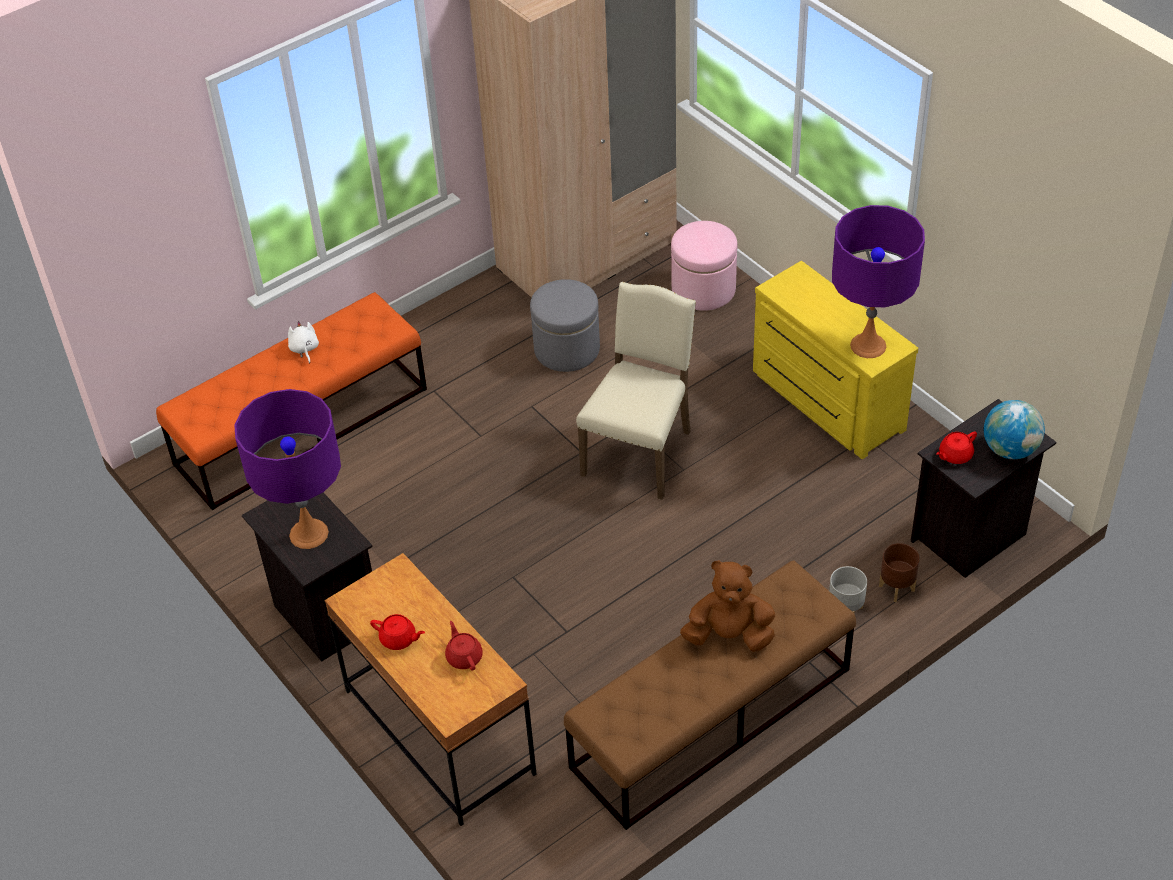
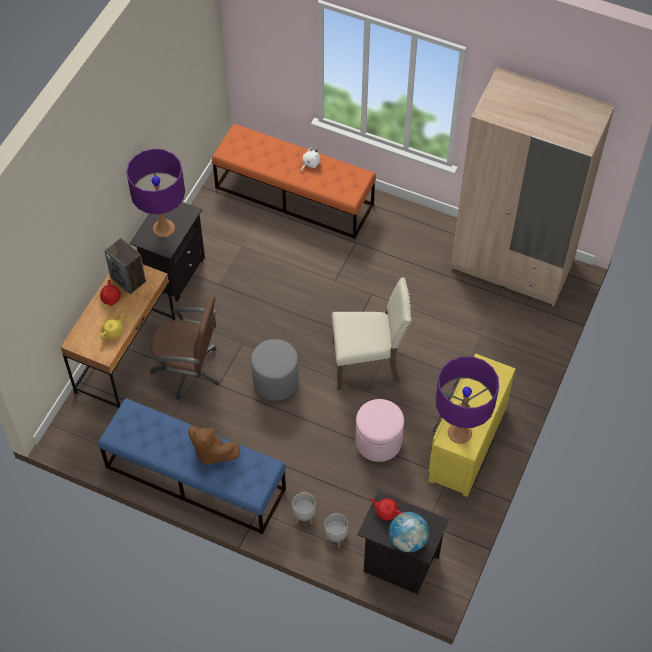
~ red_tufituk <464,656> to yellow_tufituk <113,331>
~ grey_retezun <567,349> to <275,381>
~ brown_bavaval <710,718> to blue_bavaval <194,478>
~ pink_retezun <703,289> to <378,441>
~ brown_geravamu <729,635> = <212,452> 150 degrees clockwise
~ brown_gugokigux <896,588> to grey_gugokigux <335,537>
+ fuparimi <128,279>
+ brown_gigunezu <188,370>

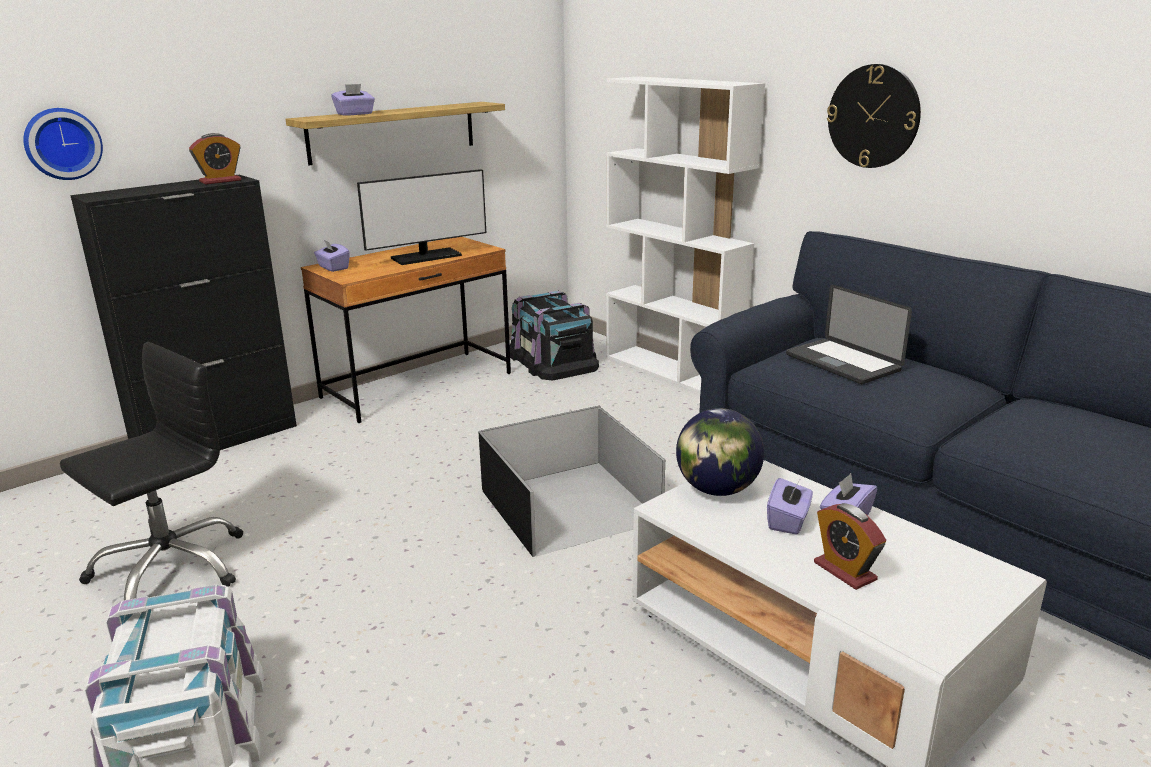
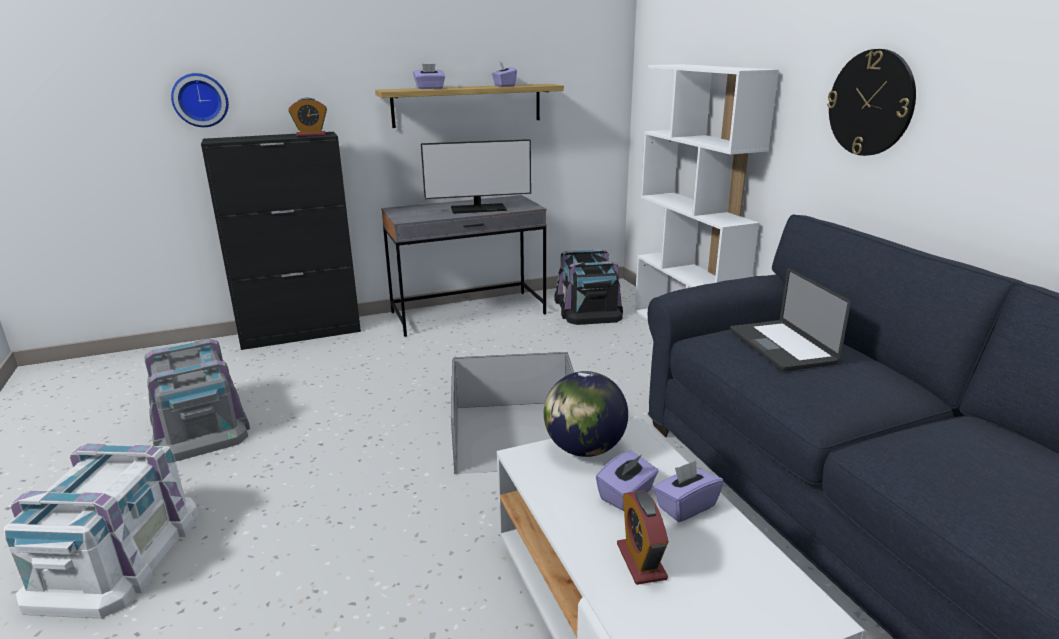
~ black_gigunezu <169,568> to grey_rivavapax <200,424>
~ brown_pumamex <418,385> to grey_pumamex <468,313>
~ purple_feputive <333,268> to <504,86>

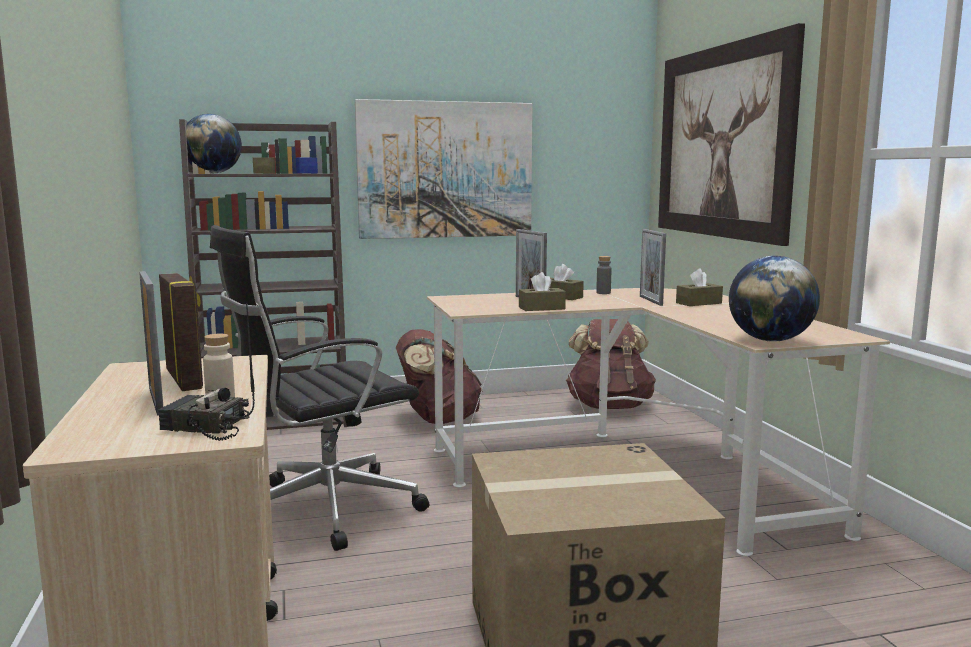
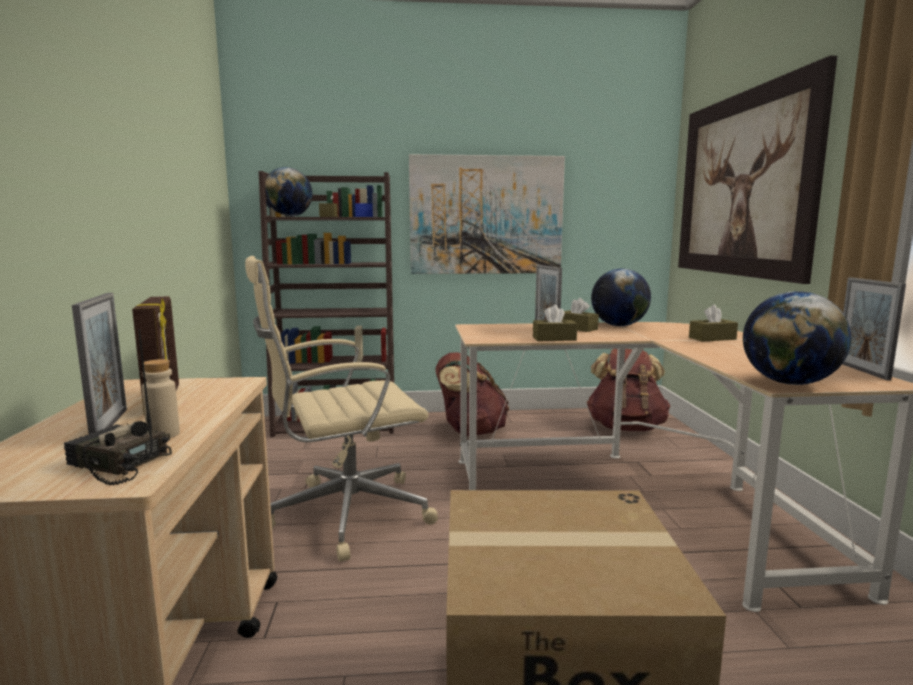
~ black_gigunezu <323,509> to beige_gigunezu <344,514>
~ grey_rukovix <603,293> to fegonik <619,325>
~ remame <650,300> to <862,370>

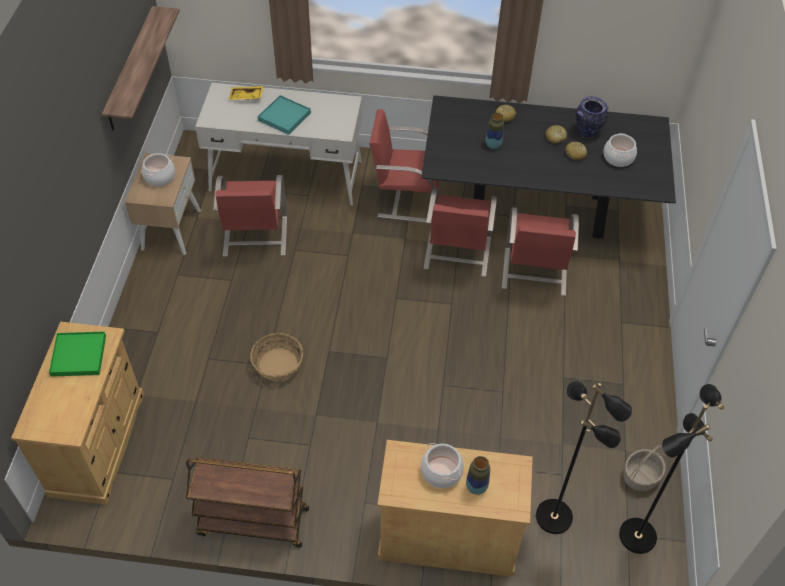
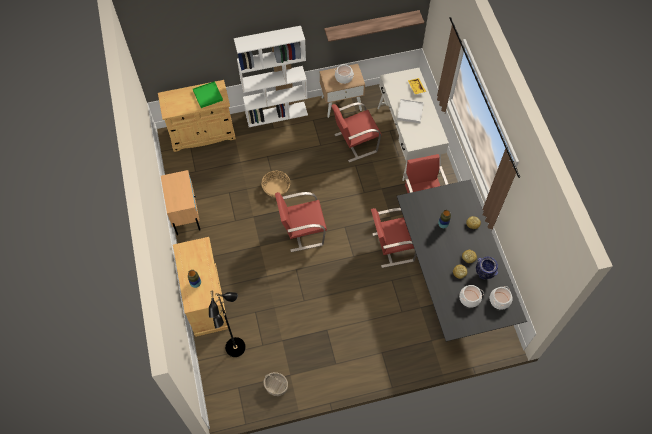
~ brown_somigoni <252,522> to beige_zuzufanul <185,212>
~ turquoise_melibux <284,117> to white_melibux <410,112>
~ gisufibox <441,471> to <499,300>
~ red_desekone <534,272> to <302,231>
- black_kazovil <636,535>
+ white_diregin <277,114>

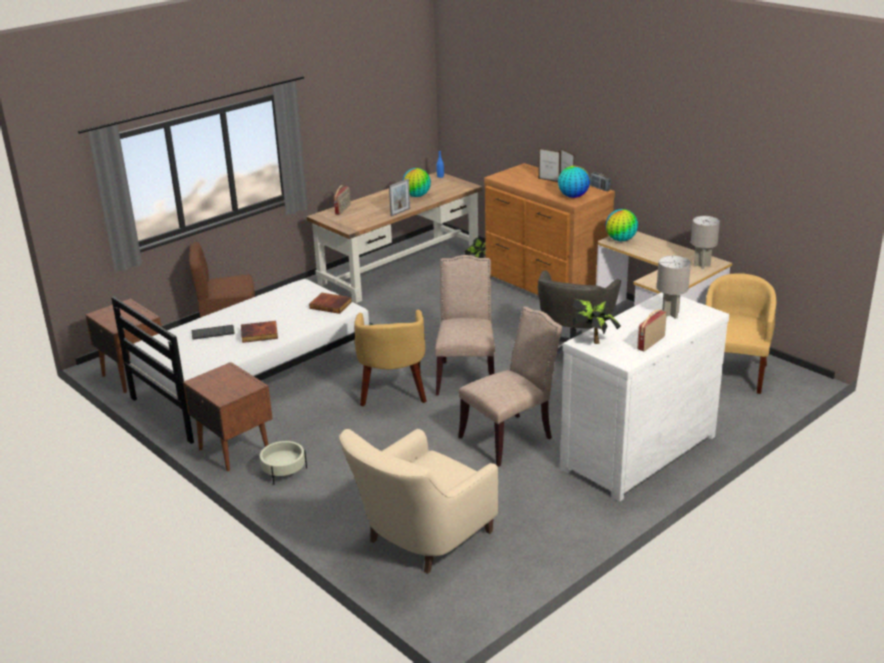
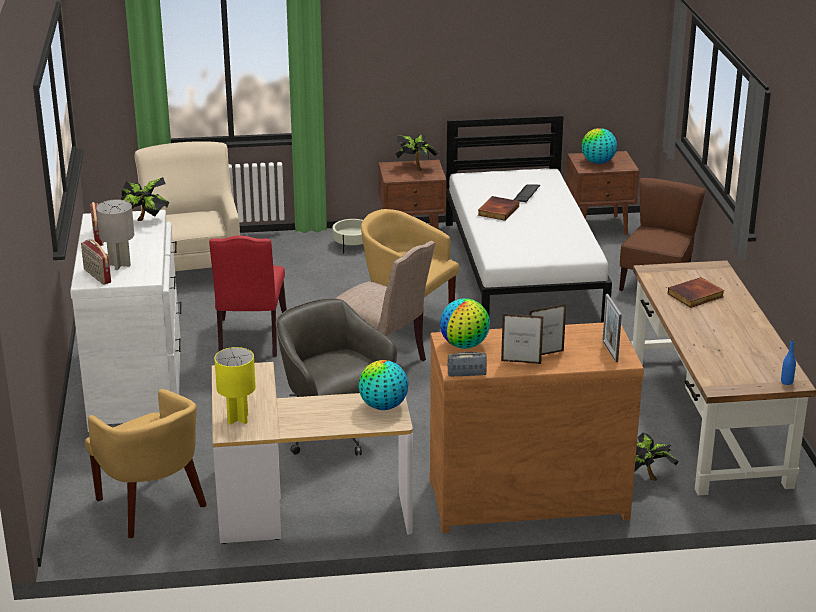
~ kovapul <331,305> to <696,296>
~ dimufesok <343,209> to <96,276>
~ remame <400,212> to <610,351>
~ fegonik <417,196> to <598,162>
~ beige_desekone <510,437> to red_desekone <251,340>
~ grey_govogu <702,265> to yellow_govogu <238,419>
+ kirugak <416,168>

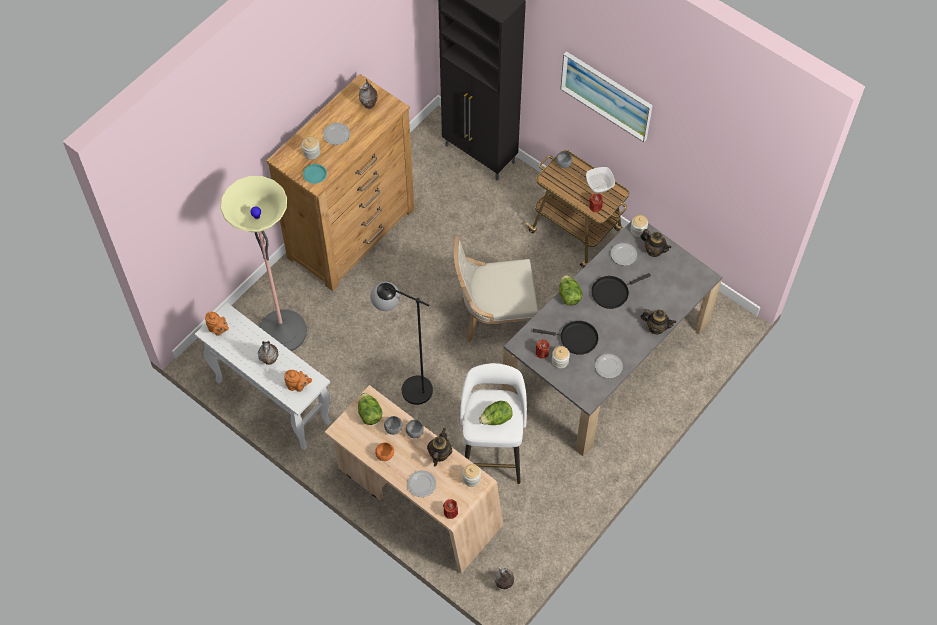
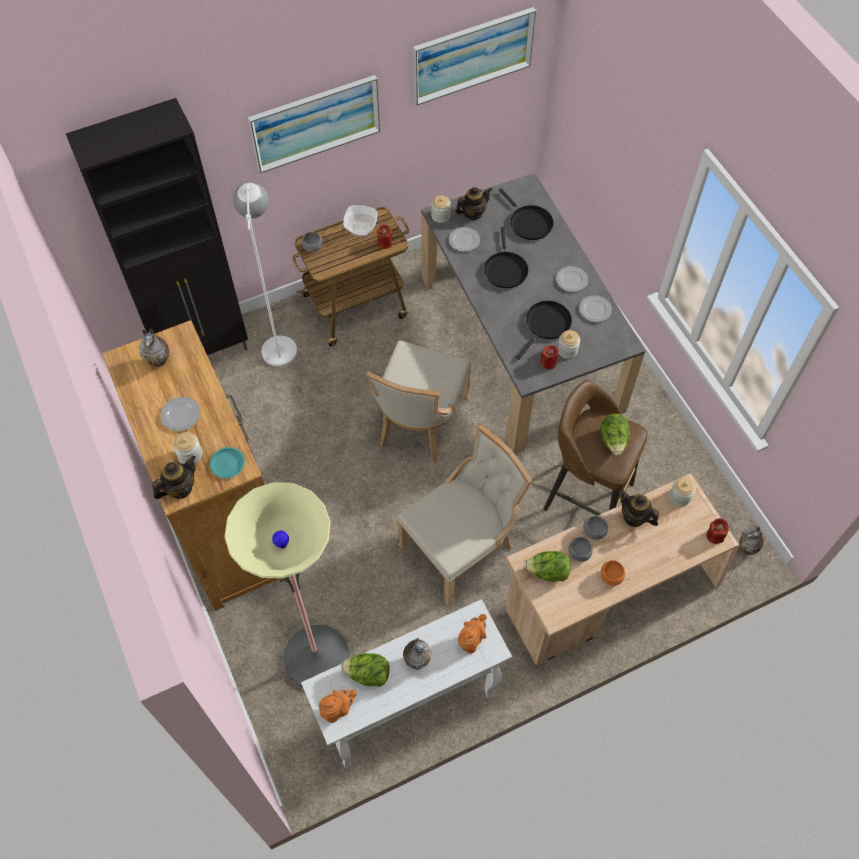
~ black_kazovil <407,386> to beige_desekone <461,547>
~ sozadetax <421,484> to <571,280>
~ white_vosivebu <492,453> to brown_vosivebu <585,495>
~ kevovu <569,296> to <368,674>
~ tufituk <656,327> to <180,488>
+ white_kazovil <278,341>
+ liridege <472,55>
+ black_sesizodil <529,223>

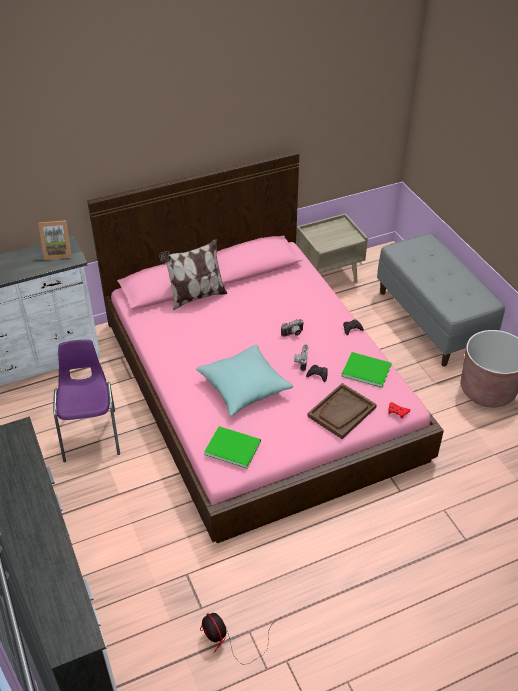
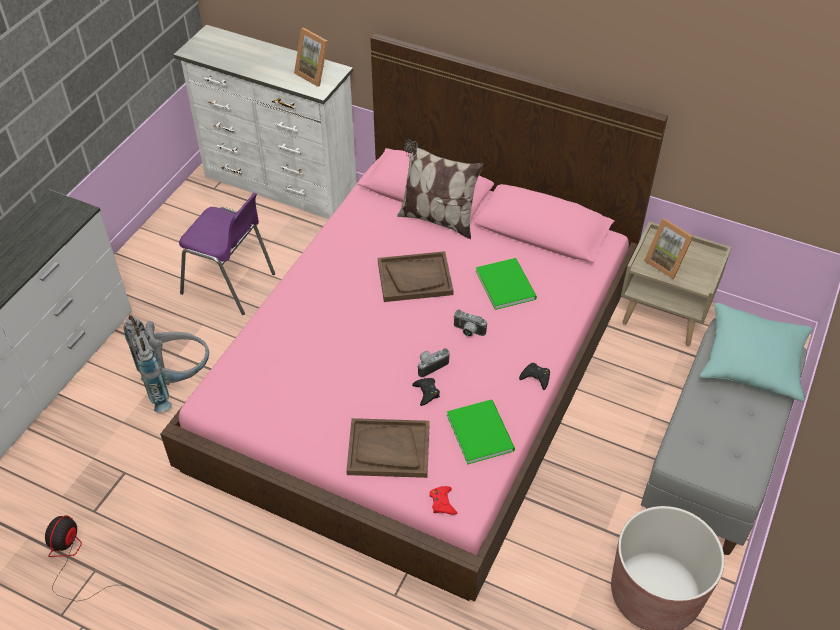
~ purple_desekone <91,434> = <230,284> 75 degrees clockwise
~ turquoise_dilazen <244,387> to <752,362>
~ green_kovapul <231,446> to <506,283>
+ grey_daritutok <177,382>
+ brown_melibux <415,278>
+ remame <666,263>

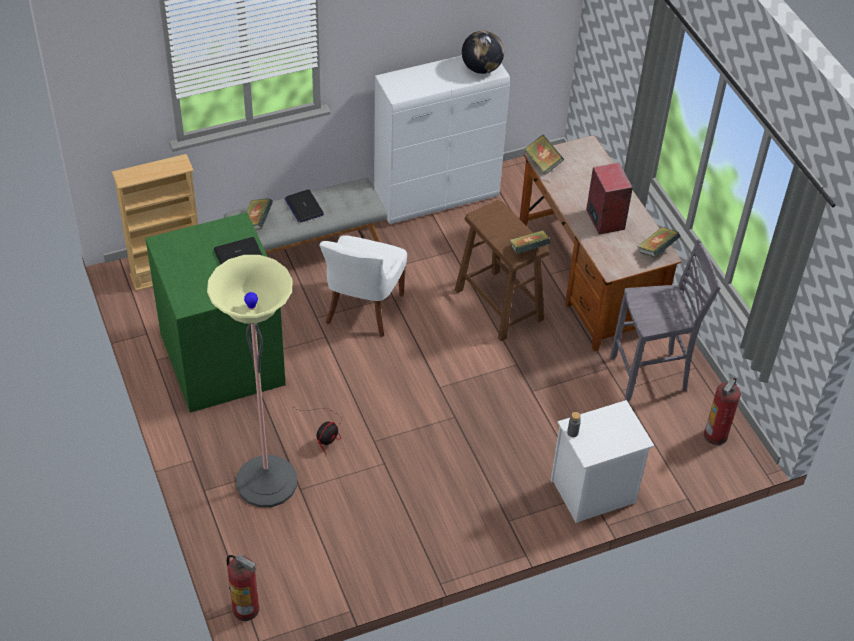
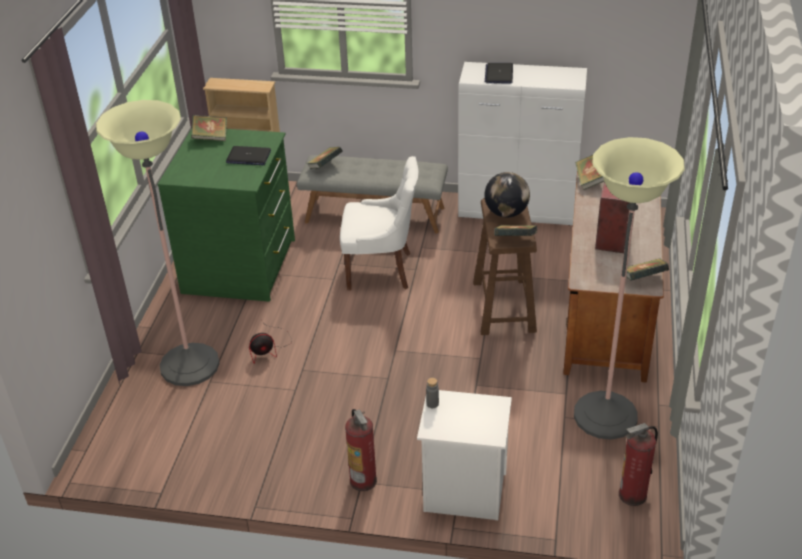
~ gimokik <246,609> to <363,480>
~ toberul <304,207> to <499,74>
~ white_desekone <362,310> = <381,270> 135 degrees counterclockwise
~ fegonik <481,68> to <506,213>
~ grey_vosivebu <651,375> to kazovil <605,416>
+ kovapul <211,138>

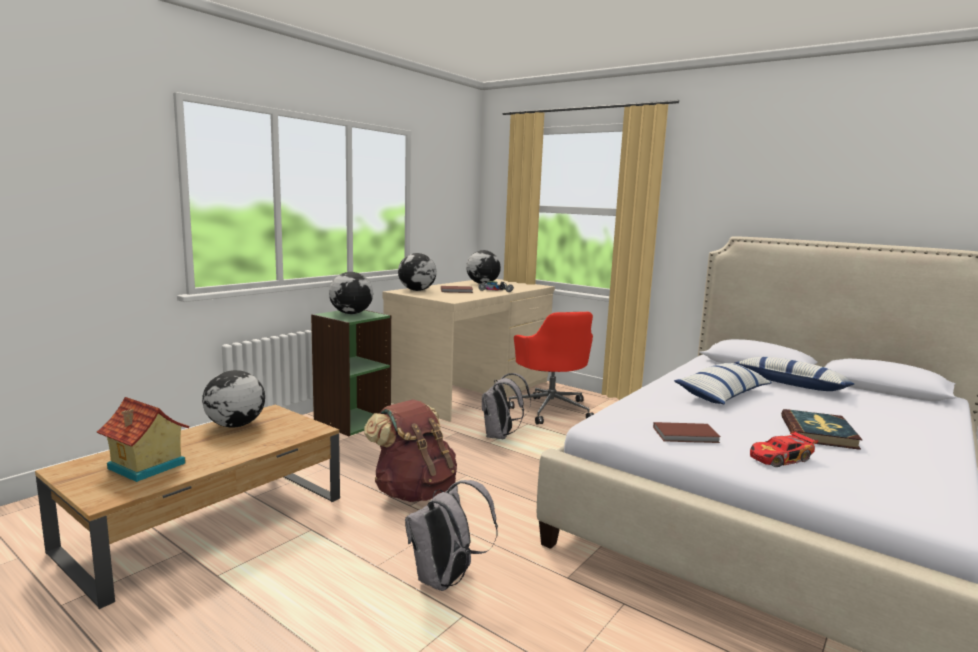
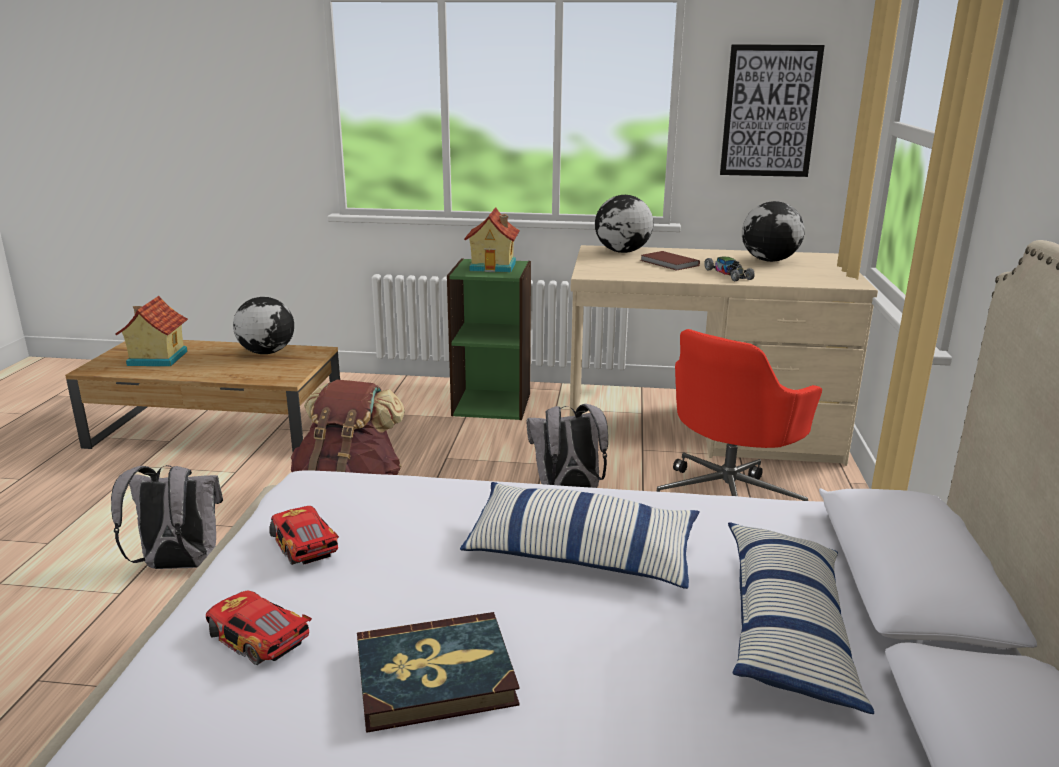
~ fegonik <351,313> to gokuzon <494,266>
~ brown_kovapul <687,435> to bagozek <303,545>
+ liridege <770,111>

